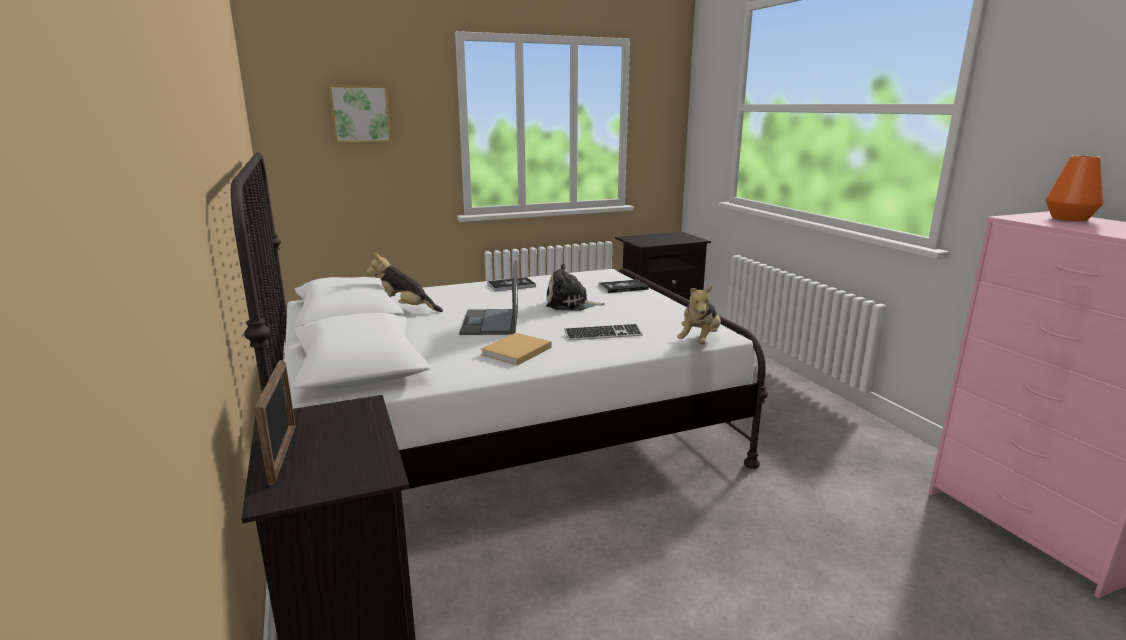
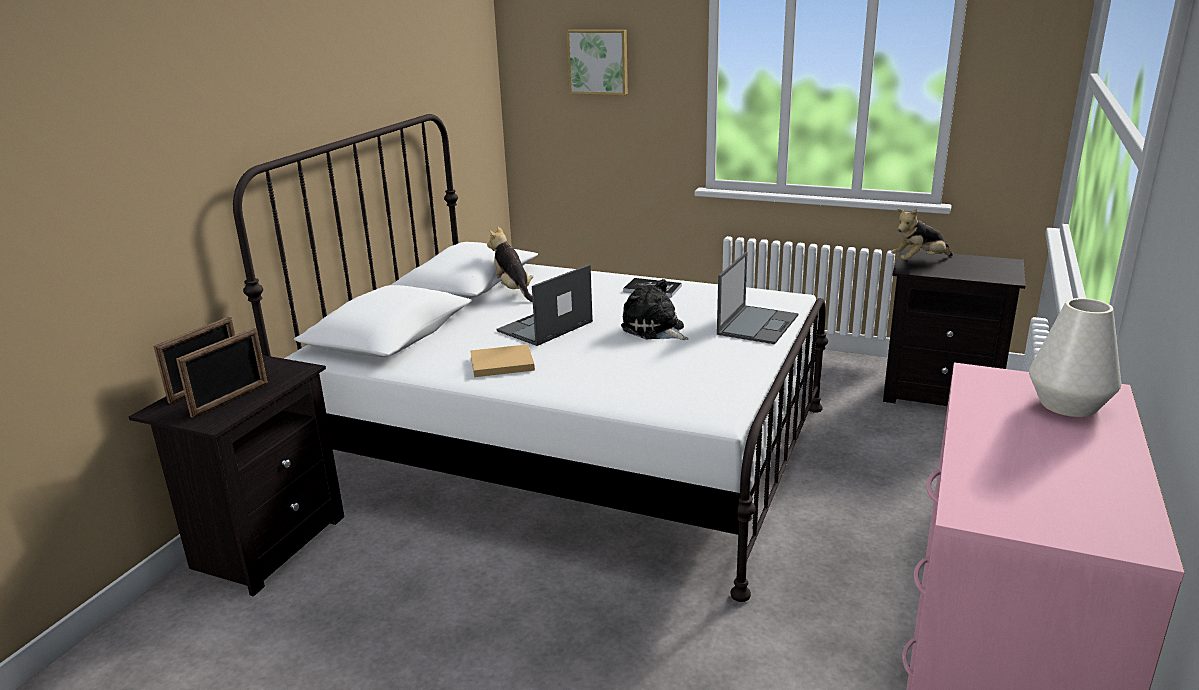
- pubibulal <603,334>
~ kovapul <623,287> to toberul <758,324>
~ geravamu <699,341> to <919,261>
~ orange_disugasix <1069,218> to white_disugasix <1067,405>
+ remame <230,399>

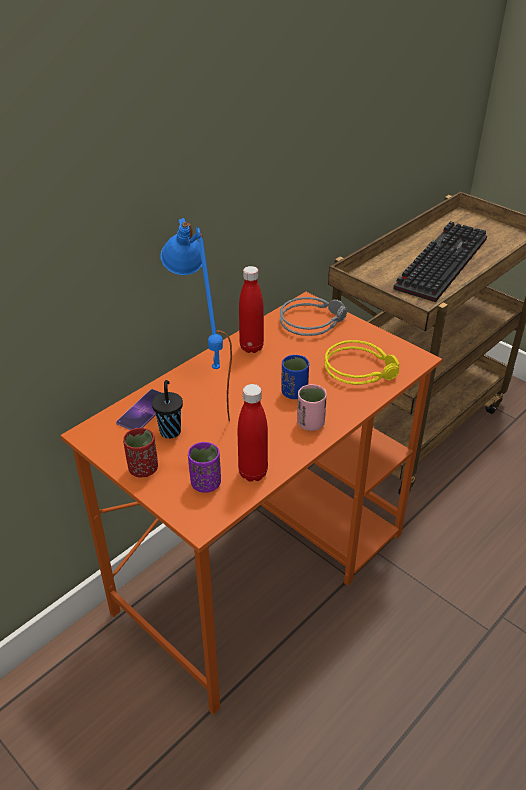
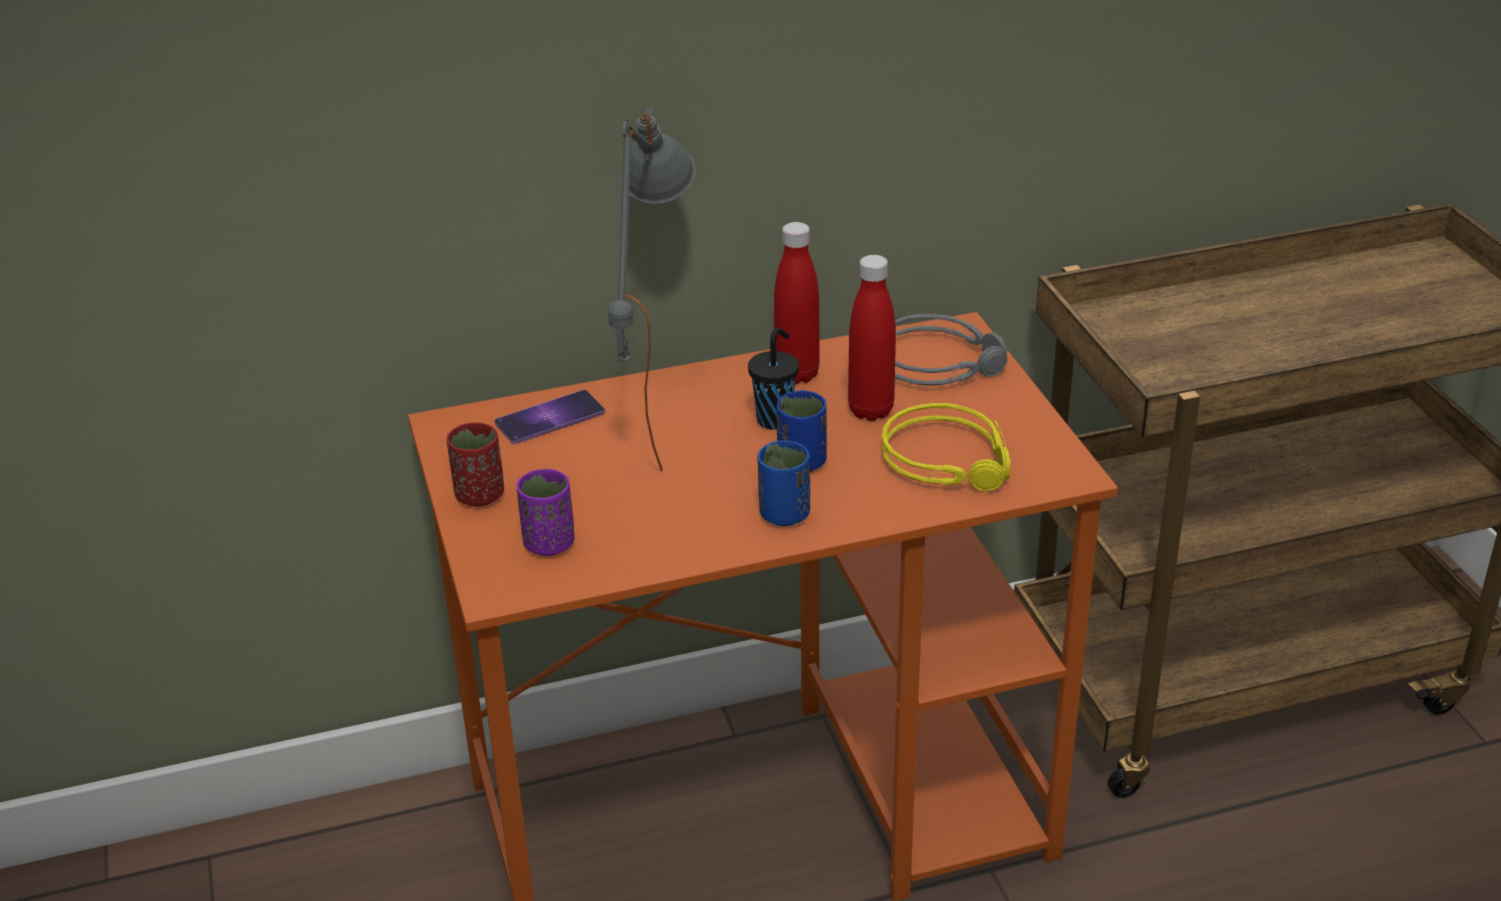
~ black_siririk <170,430> to <775,419>
~ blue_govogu <202,396> to grey_govogu <652,424>
~ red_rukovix <253,473> to <870,410>
~ pink_siririk <310,424> to blue_siririk <784,514>
- pubibulal <440,261>

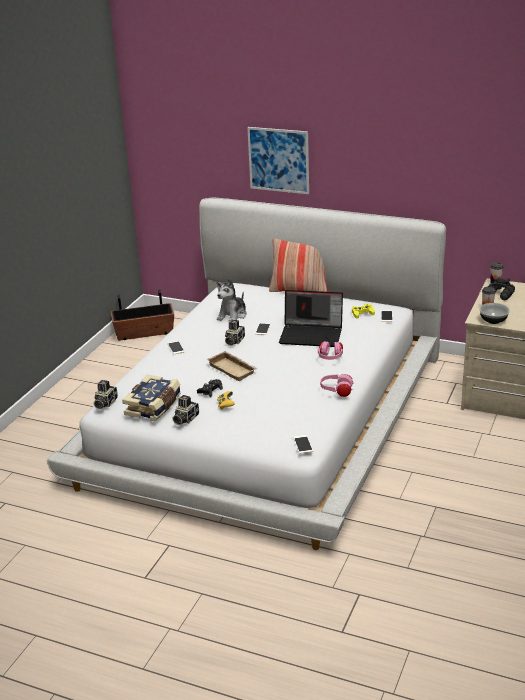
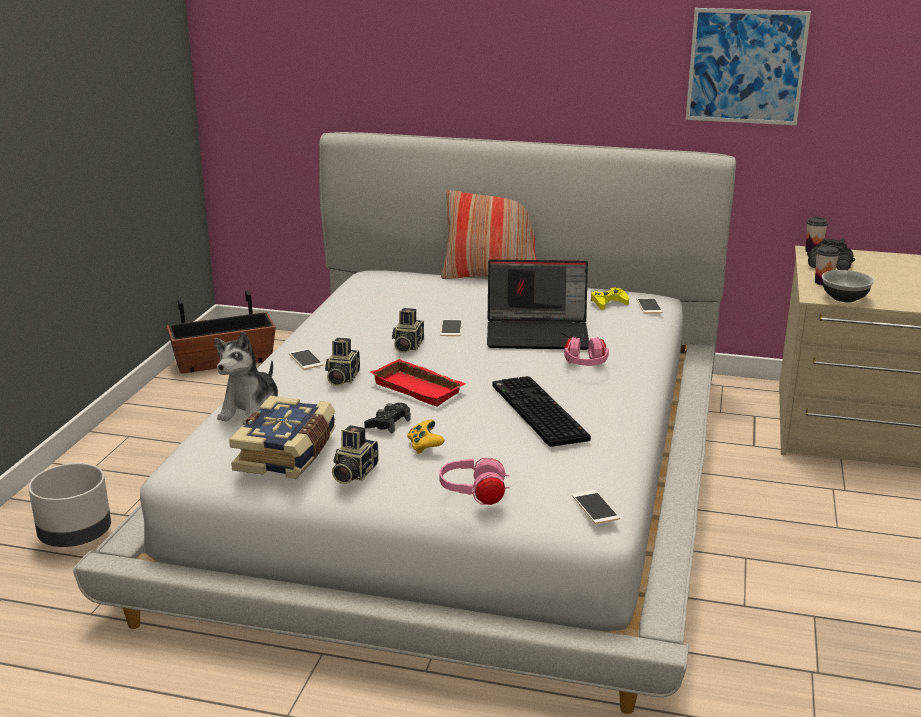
~ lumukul <105,403> to <341,378>
~ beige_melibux <233,369> to red_melibux <420,388>
~ geravamu <232,315> to <251,410>
~ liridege <278,160> to <746,66>
~ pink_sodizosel <337,392> to <474,495>
+ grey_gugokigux <75,536>
+ pubibulal <536,412>

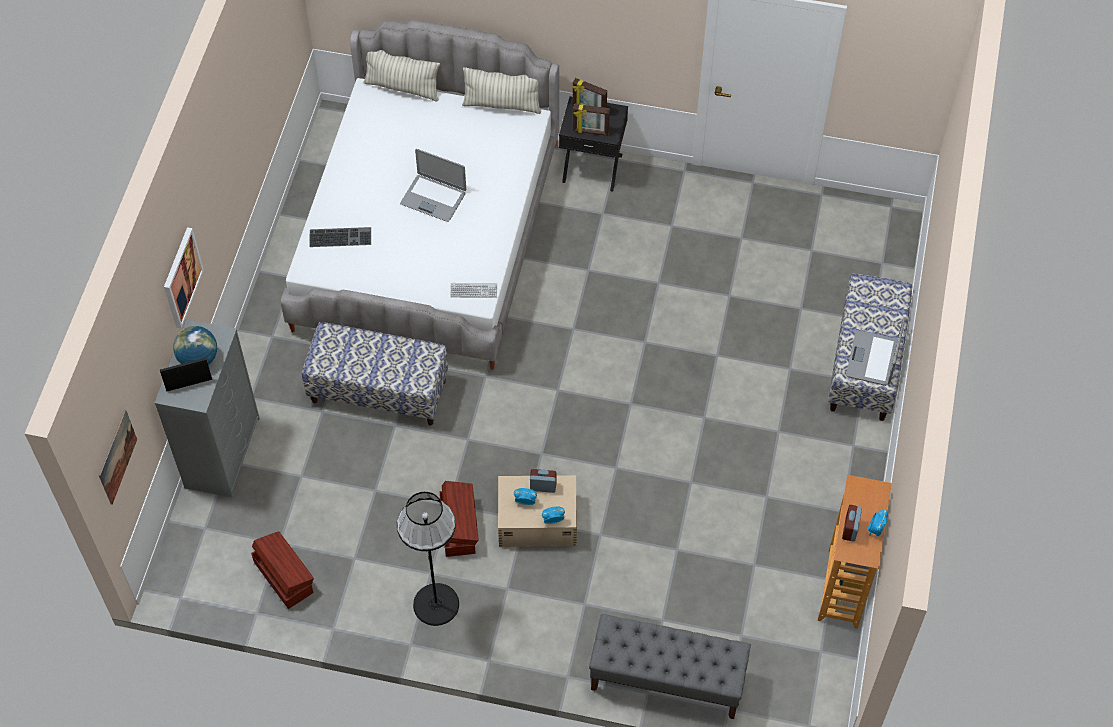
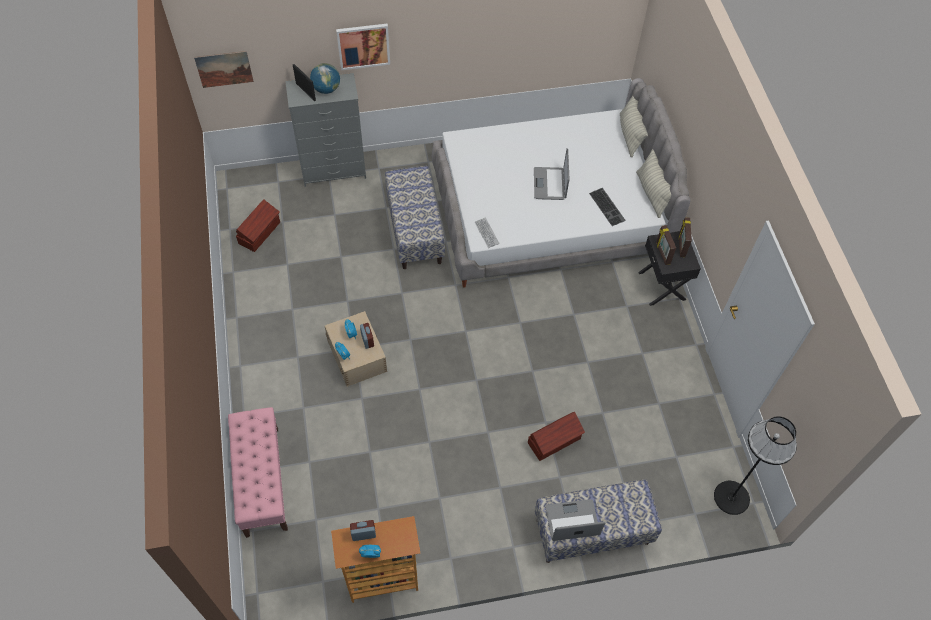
~ pubibulal <341,236> to <608,207>
~ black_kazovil <436,604> to <732,497>
~ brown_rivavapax <459,526> to <555,441>
~ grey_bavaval <666,680> to pink_bavaval <262,481>

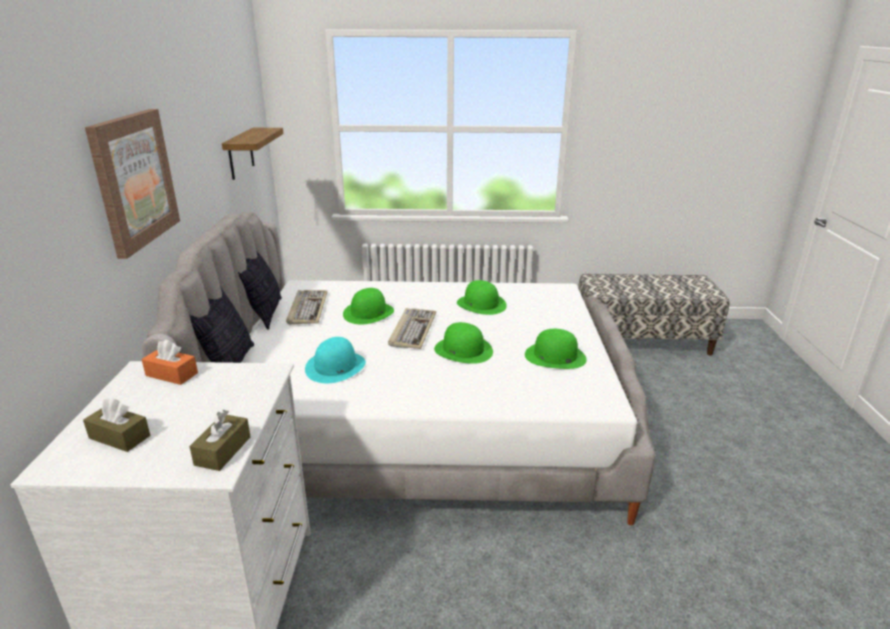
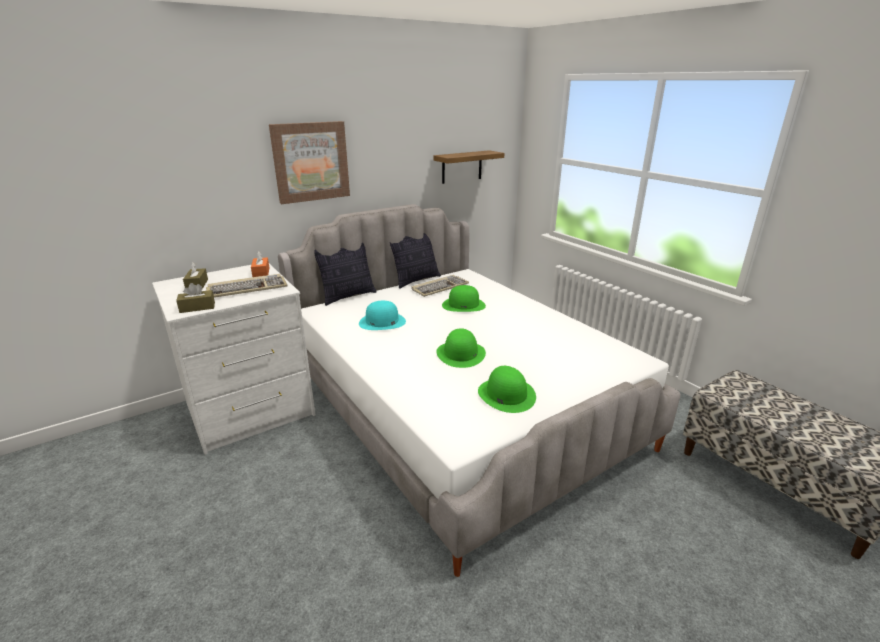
~ pubibulal <412,330> to <248,289>
- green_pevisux <481,304>

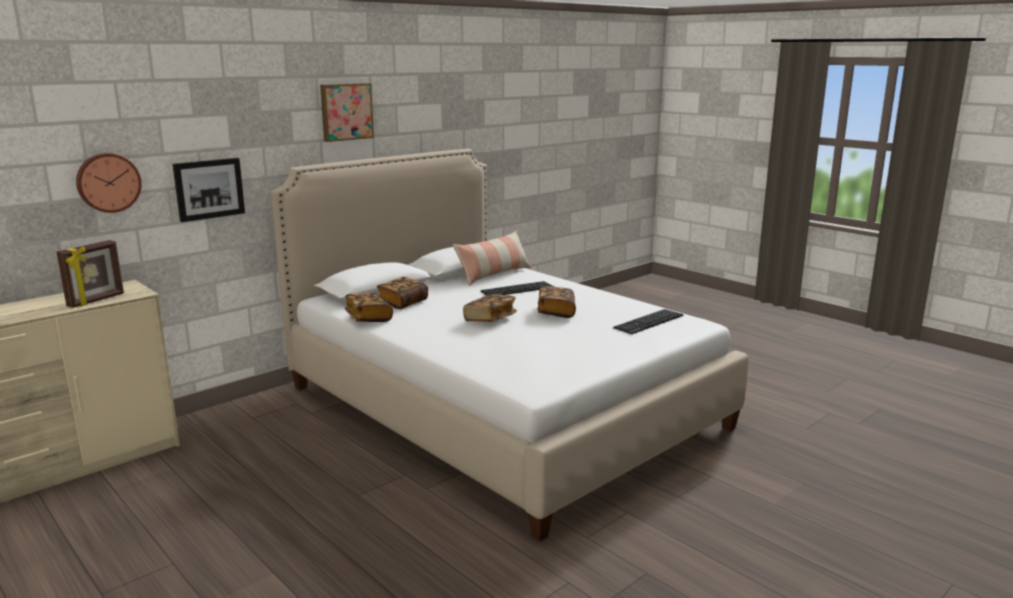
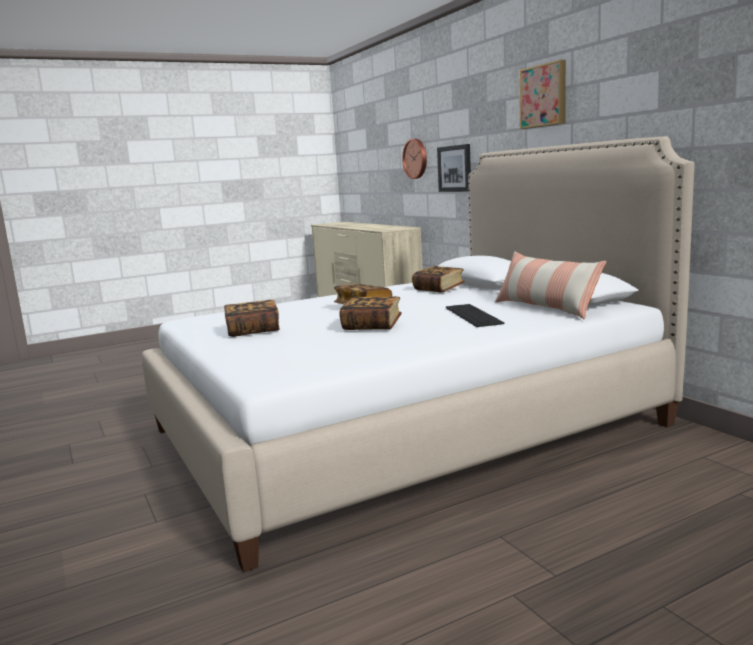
- remame <96,300>
~ kovapul <368,318> to <253,330>
- pubibulal <649,321>

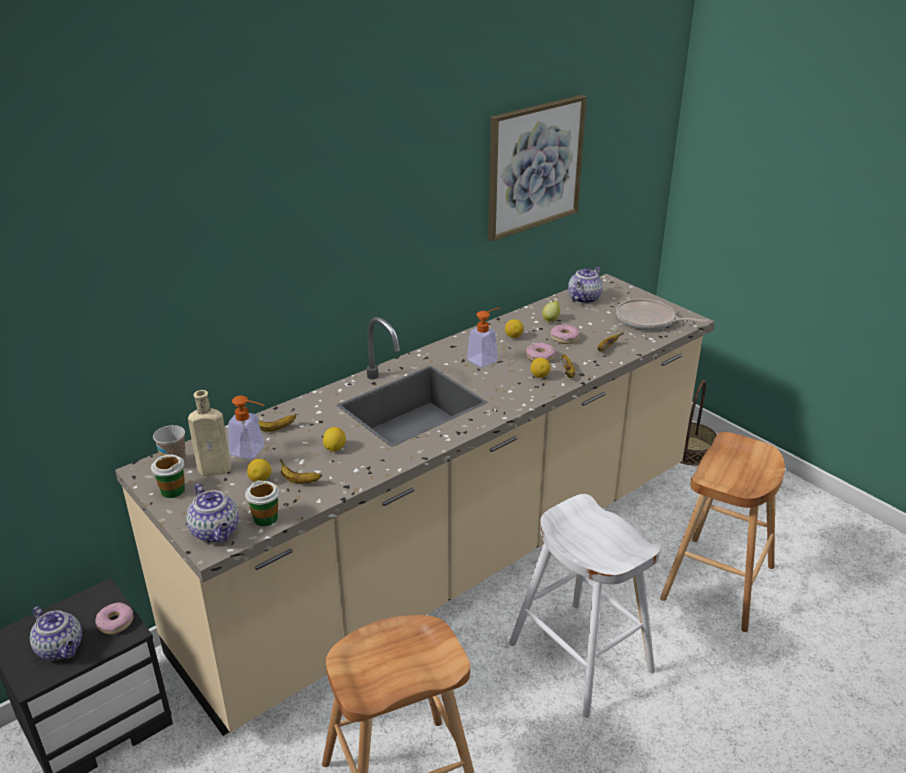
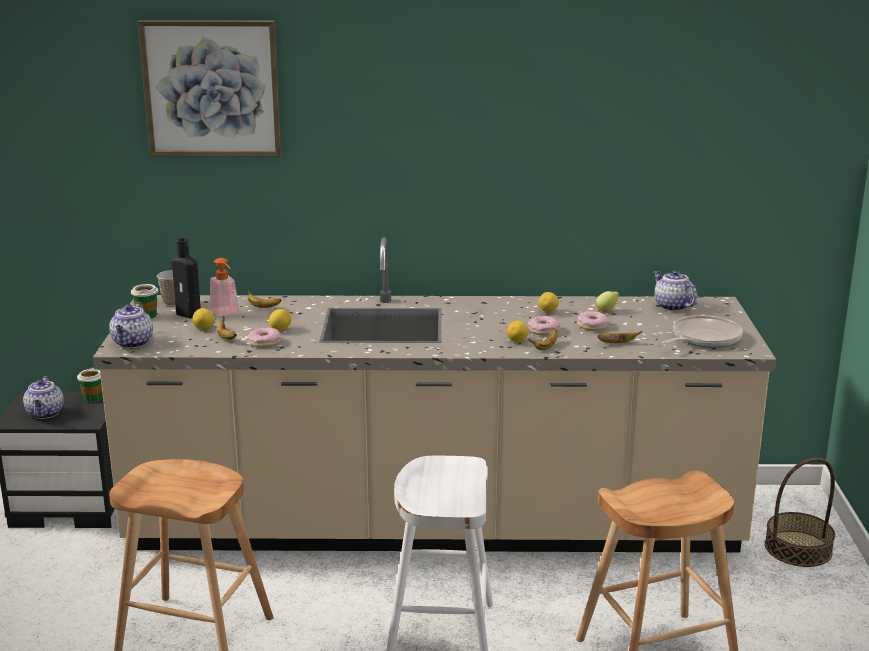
~ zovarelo <115,622> to <264,342>
~ beige_rukovix <217,469> to black_rukovix <190,314>
~ siririk <265,518> to <92,398>
- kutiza <486,359>
~ liridege <534,166> to <211,88>
~ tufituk <584,298> = <672,306> 105 degrees counterclockwise
~ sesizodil <648,320> = <703,338> 75 degrees clockwise

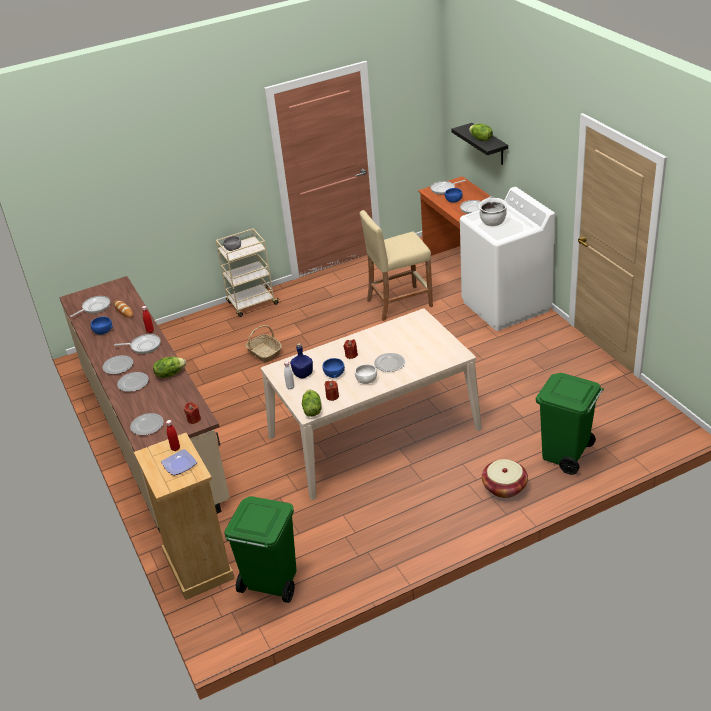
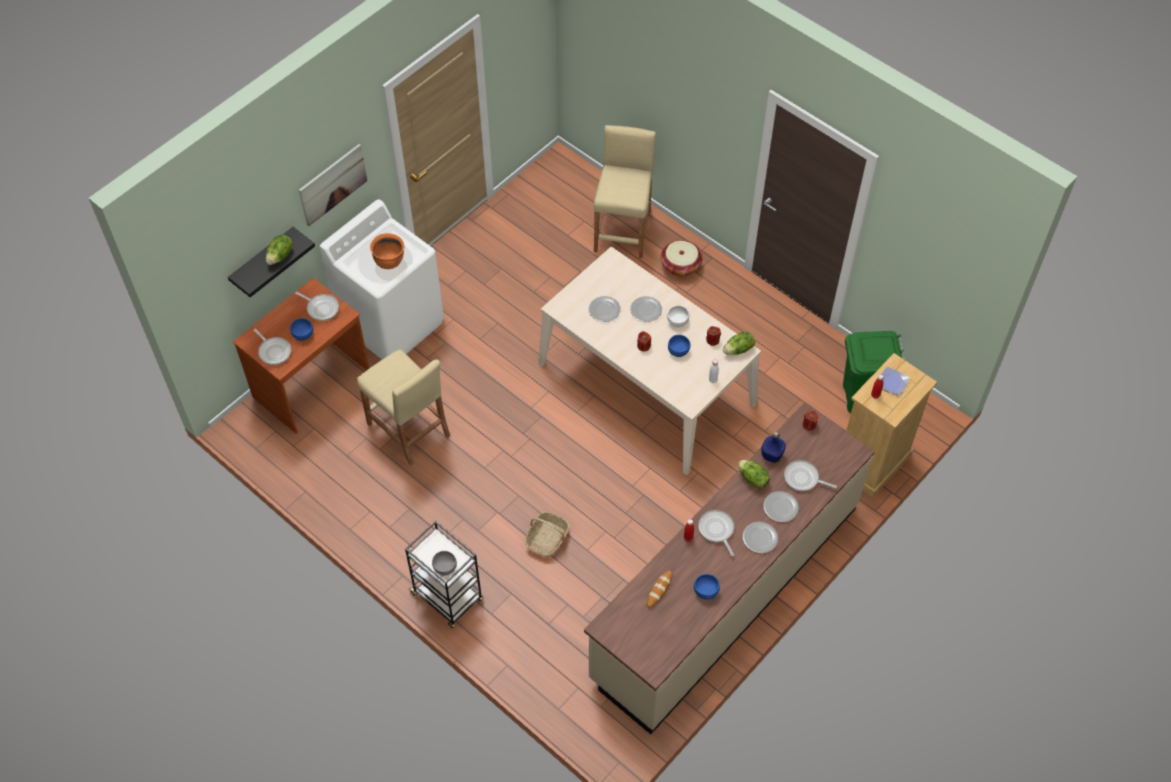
~ sesizodil <94,307> to <803,478>
~ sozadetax <147,425> to <604,310>
~ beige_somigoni <252,304> to black_somigoni <448,597>
~ blue_rukovix <303,374> to <772,455>
~ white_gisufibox <493,223> to orange_gisufibox <389,261>
~ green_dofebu <566,455> to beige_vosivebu <623,231>
+ liridege <333,184>

